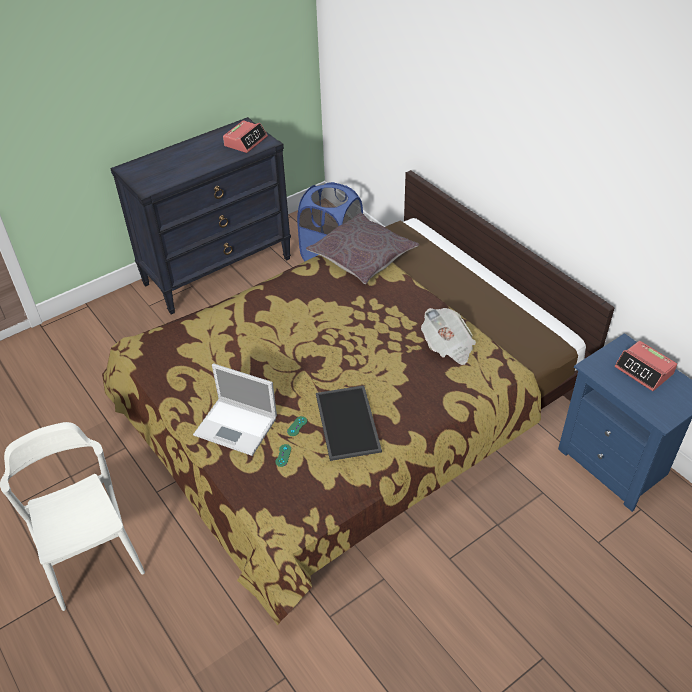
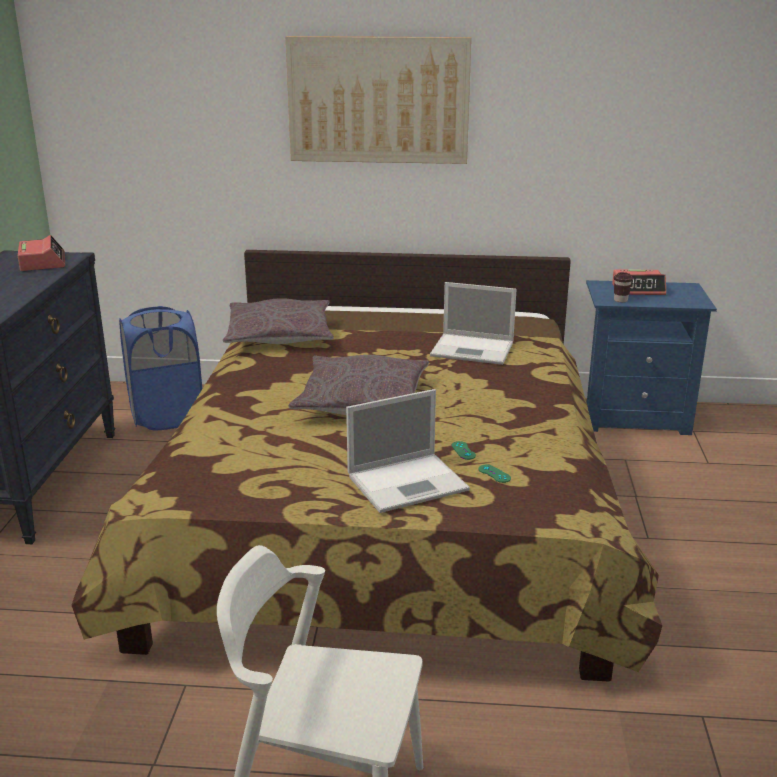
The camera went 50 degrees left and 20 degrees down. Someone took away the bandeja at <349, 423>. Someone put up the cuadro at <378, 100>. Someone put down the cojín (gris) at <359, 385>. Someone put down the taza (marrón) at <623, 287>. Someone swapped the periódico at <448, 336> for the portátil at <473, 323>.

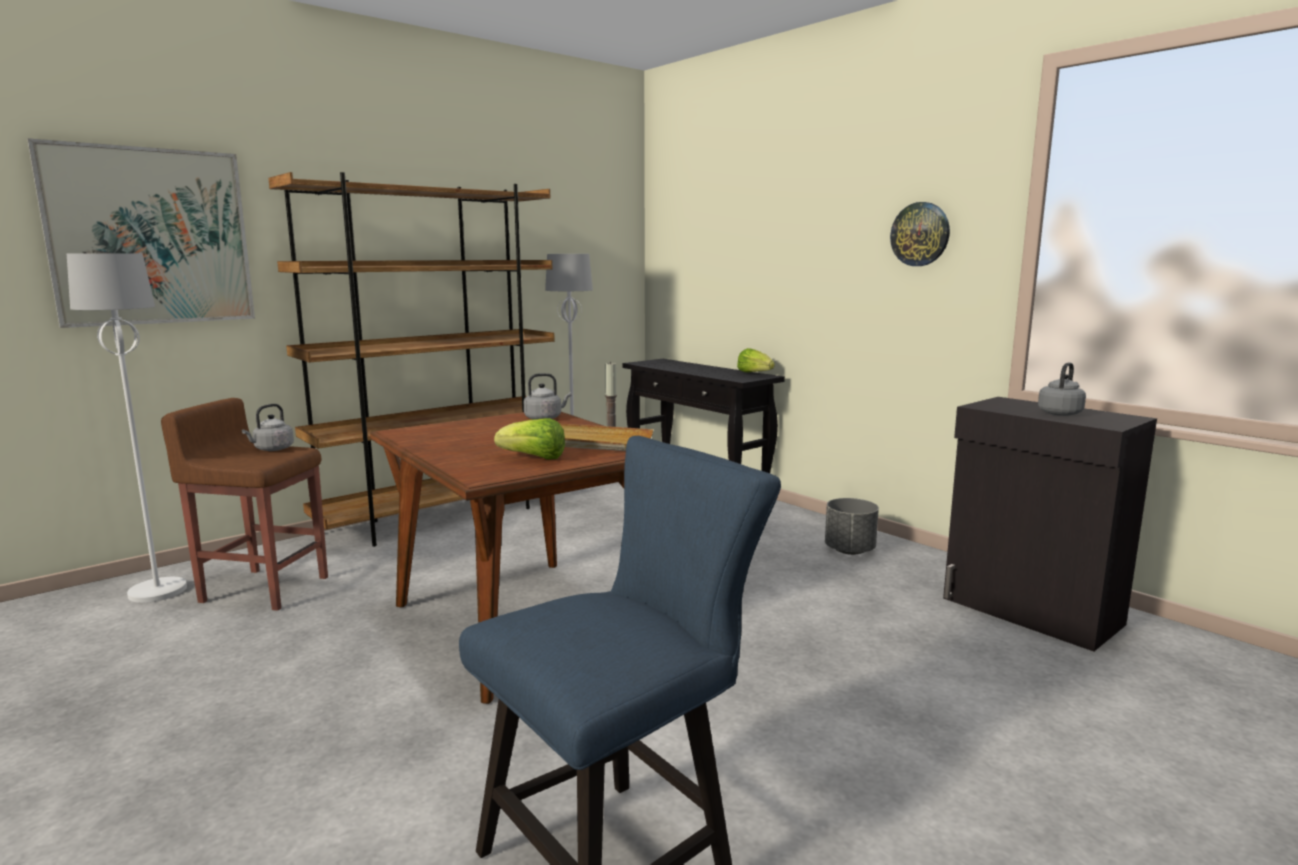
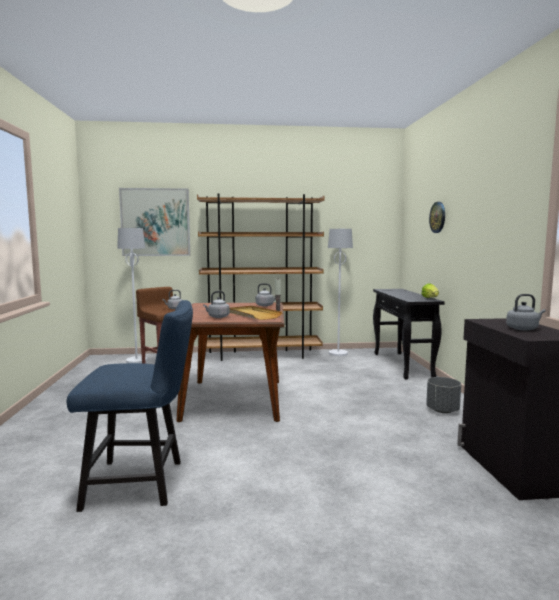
The camera went 35 degrees right and 5 degrees down. Someone carried the reloj de pared from <920, 234> to <437, 217>. Someone swapped the lechuga at <529, 439> for the hervidor (gris) at <216, 304>.

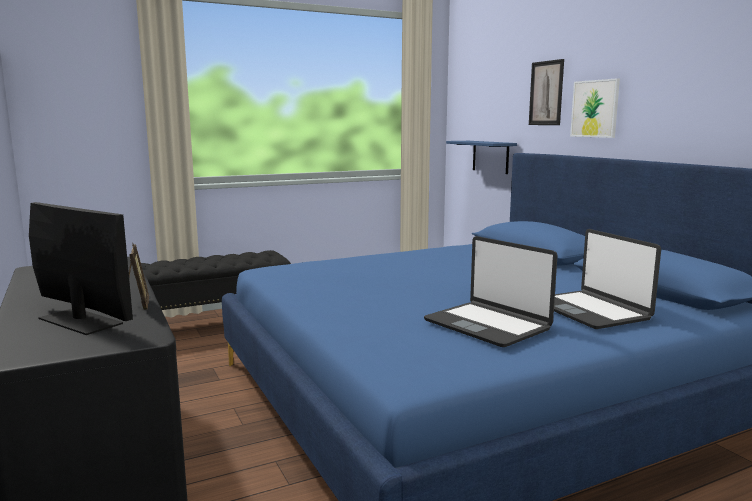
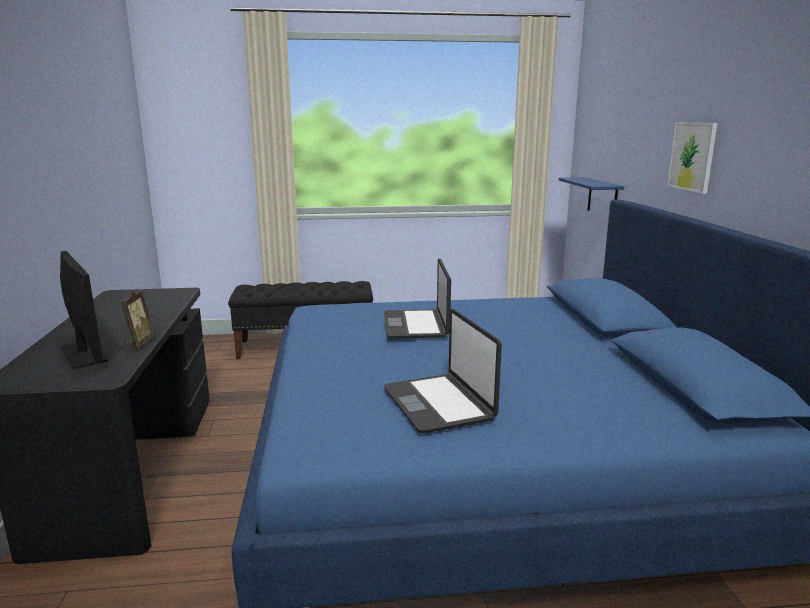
The camera went 20 degrees right and 5 degrees up. Someone took away the cuadro at <546, 92>. Someone carried the portátil from <607, 279> to <417, 298>.

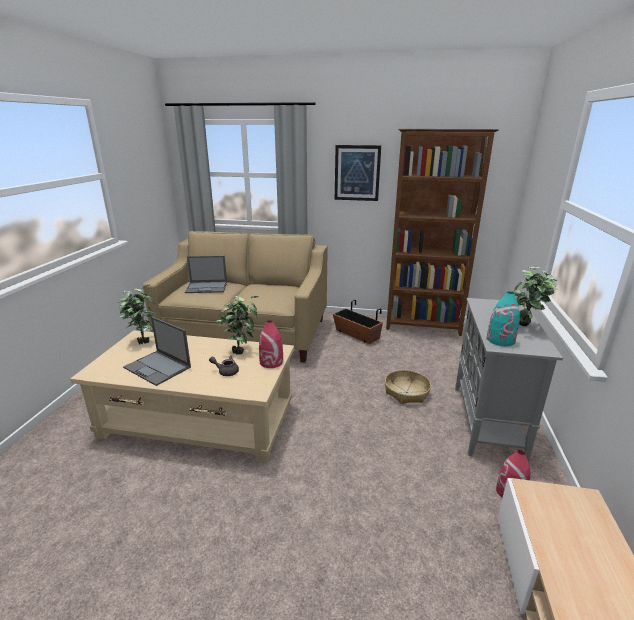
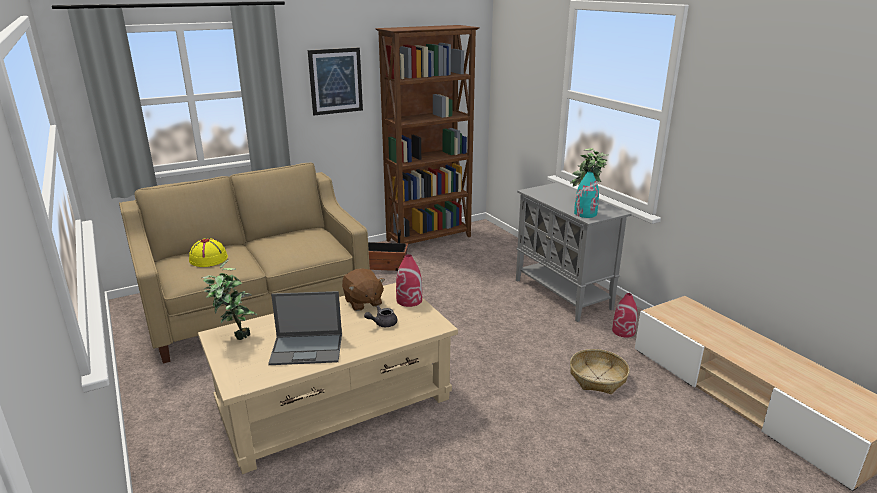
The camera went 40 degrees left and 0 degrees up. Someone carried the cesta from <408, 387> to <600, 371>. Someone swapped the portátil at <206, 274> for the sombrero (amarillo) at <208, 252>. Someone swapped the planta en maceta at <237, 325> for the peluche (marrón) at <363, 289>.

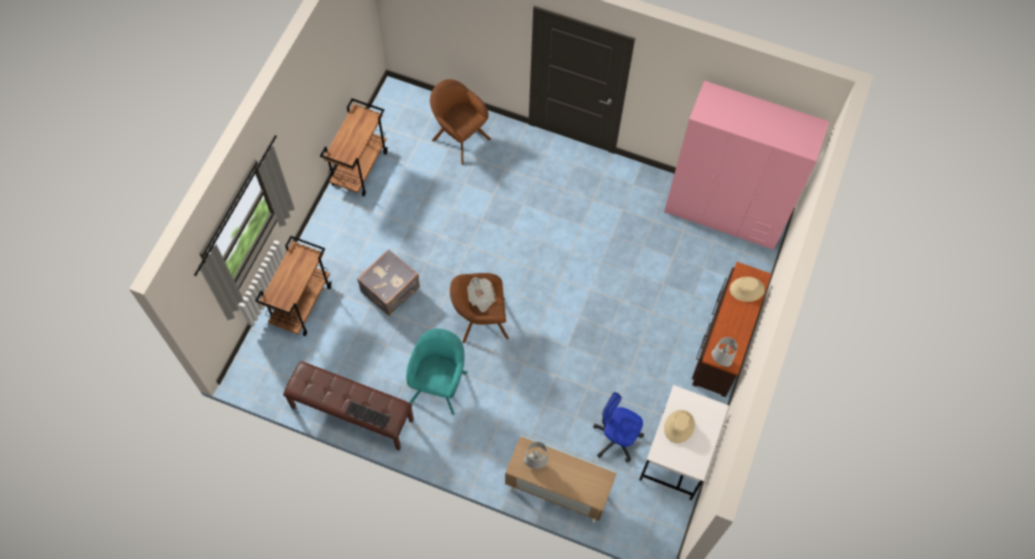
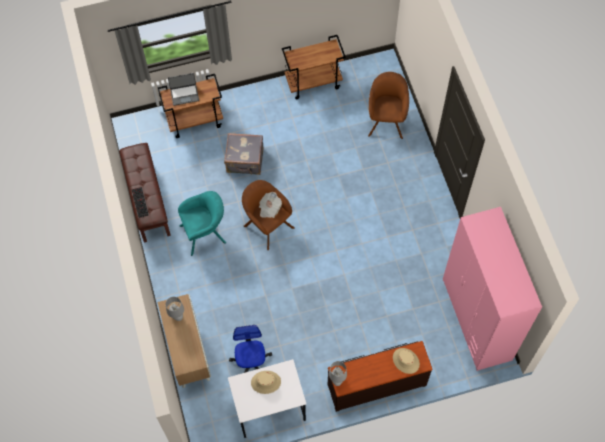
The camera went 55 degrees right and 0 degrees up. Someone put down the portátil at <183, 89>.

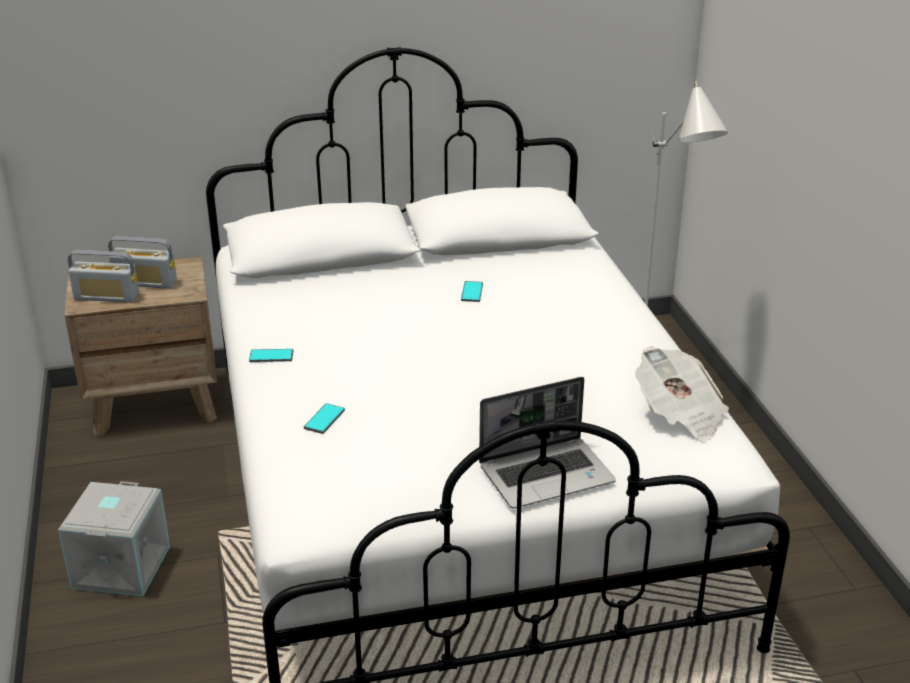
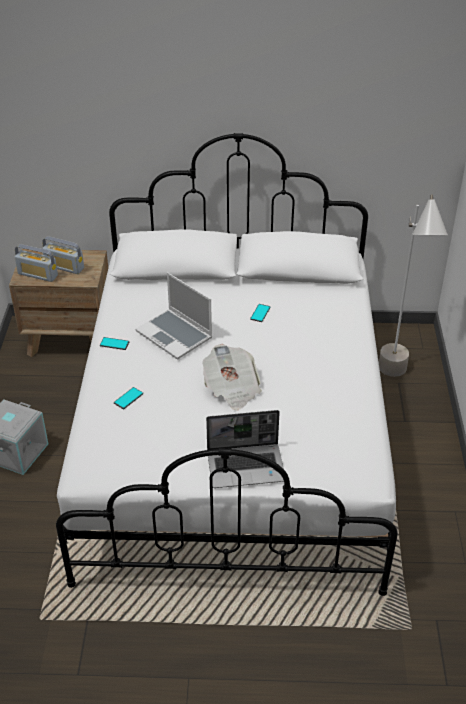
The camera went 15 degrees right and 10 degrees up. Someone put down the portátil at <174, 316>. Someone carried the periódico from <682, 393> to <232, 377>.

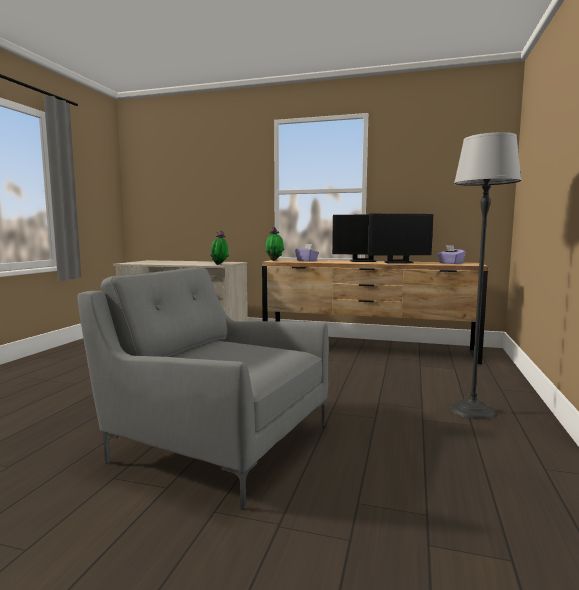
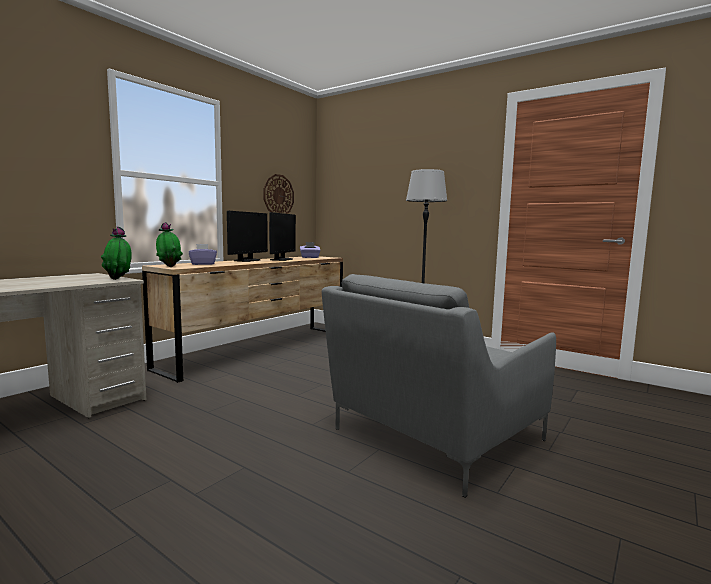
The camera went 70 degrees left and 0 degrees up. Someone put up the reloj de pared at <279, 194>.

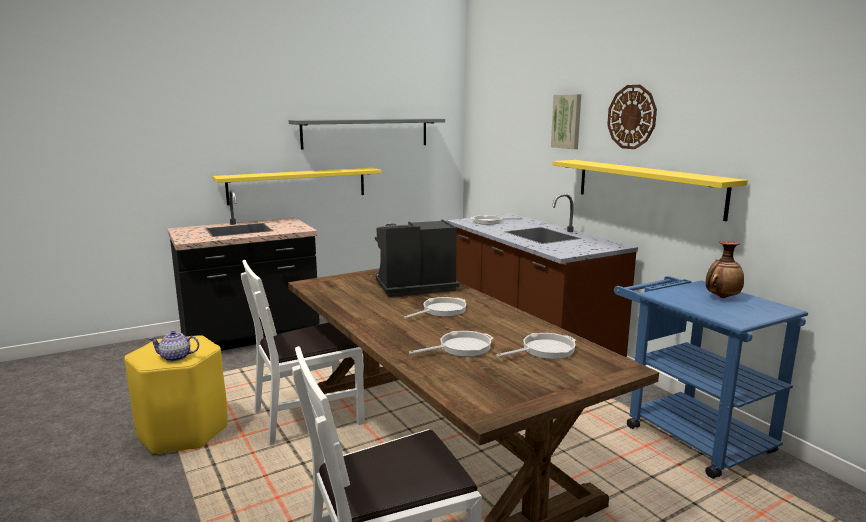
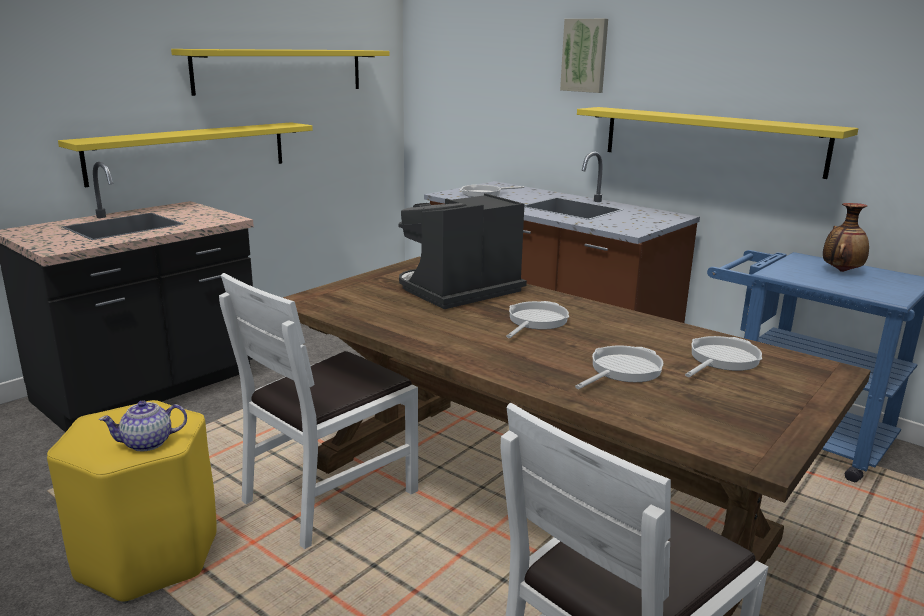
The camera went 20 degrees left and 5 degrees up. Someone took away the reloj de pared at <632, 117>. Someone repainted the estante (gris) at <367, 133>, which became the estante (amarillo) at <280, 72>.

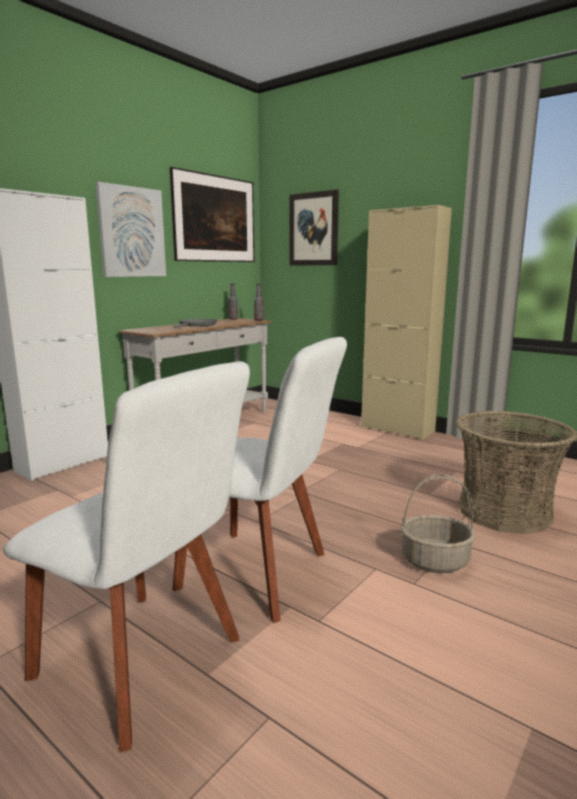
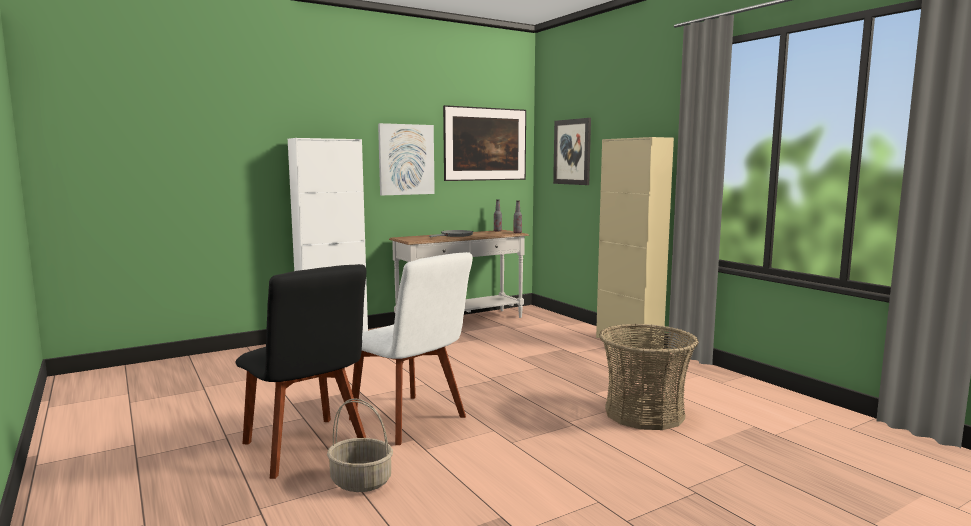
The camera went 20 degrees right and 5 degrees down. Someone carried the cesta from <438, 524> to <360, 445>. Someone repainted the silla (blanco) at <126, 556>, which became the silla (negro) at <300, 371>.

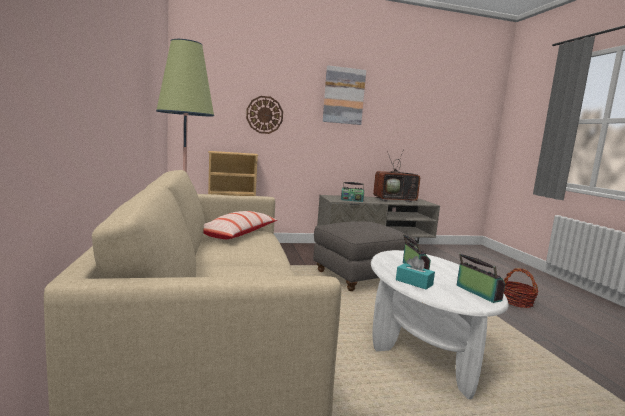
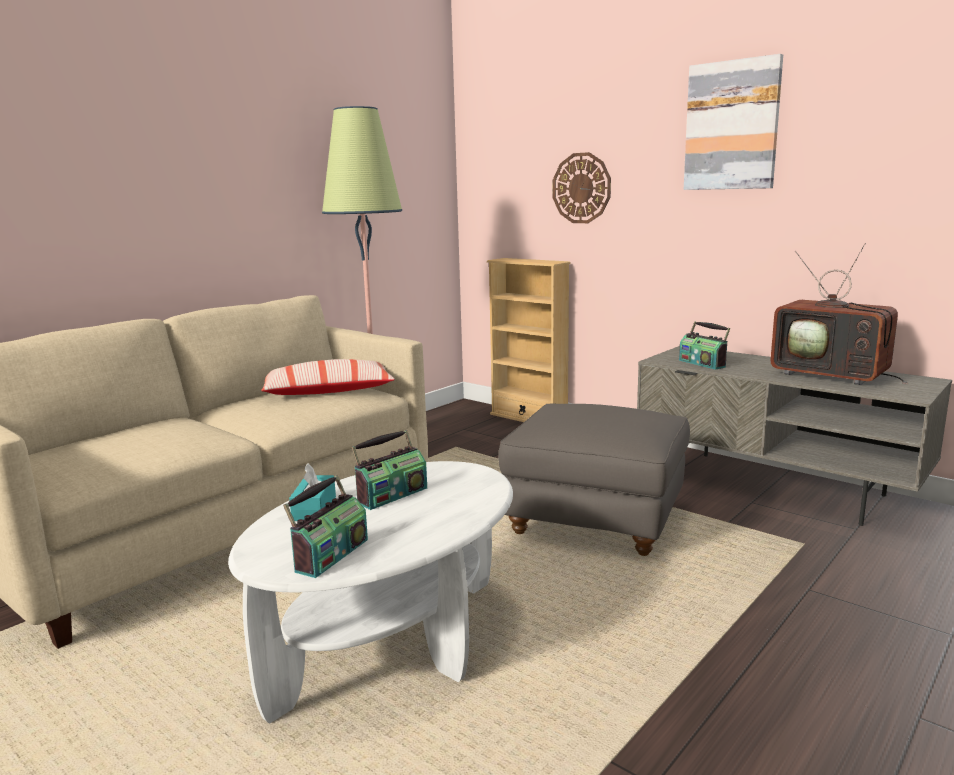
The camera went 55 degrees right and 5 degrees up. Someone took away the cesta at <521, 288>.

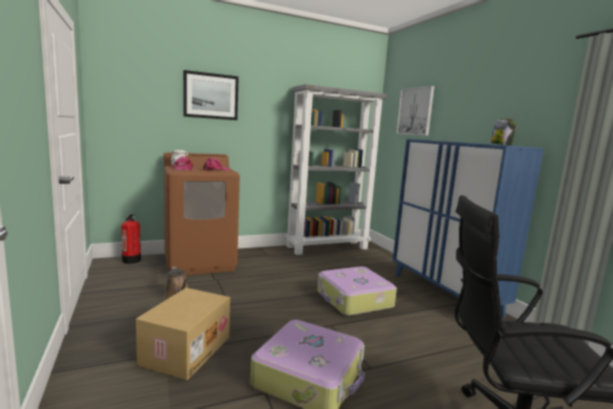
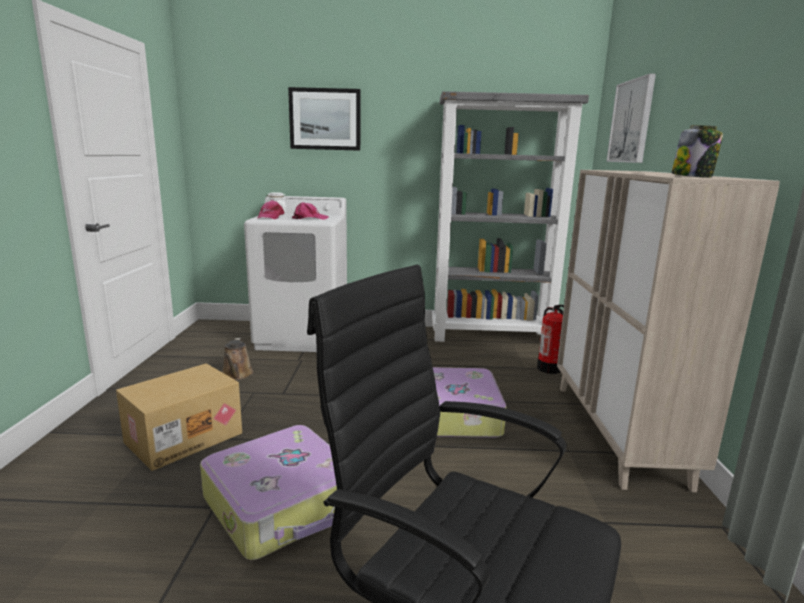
The camera went 25 degrees right and 5 degrees up. Someone carried the extintor from <131, 239> to <550, 339>. Someone repainted the lavadora (marrón) at <201, 213>, which became the lavadora (blanco) at <295, 274>. Someone repainted the armario (azul) at <468, 228>, which became the armario (beis) at <668, 331>.

